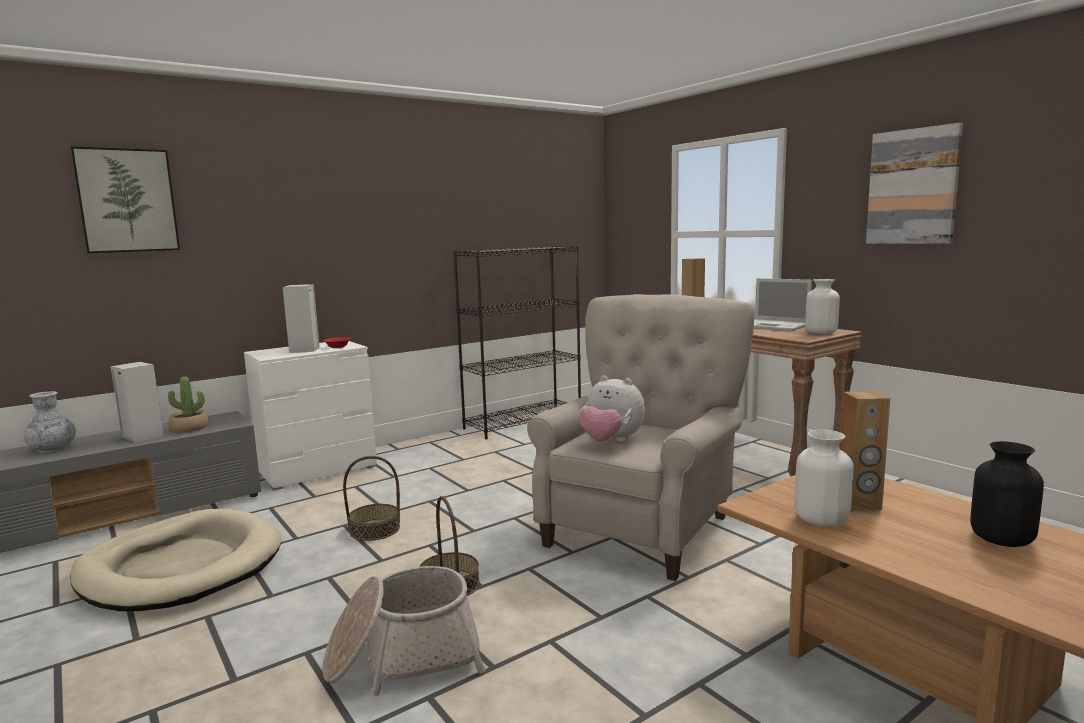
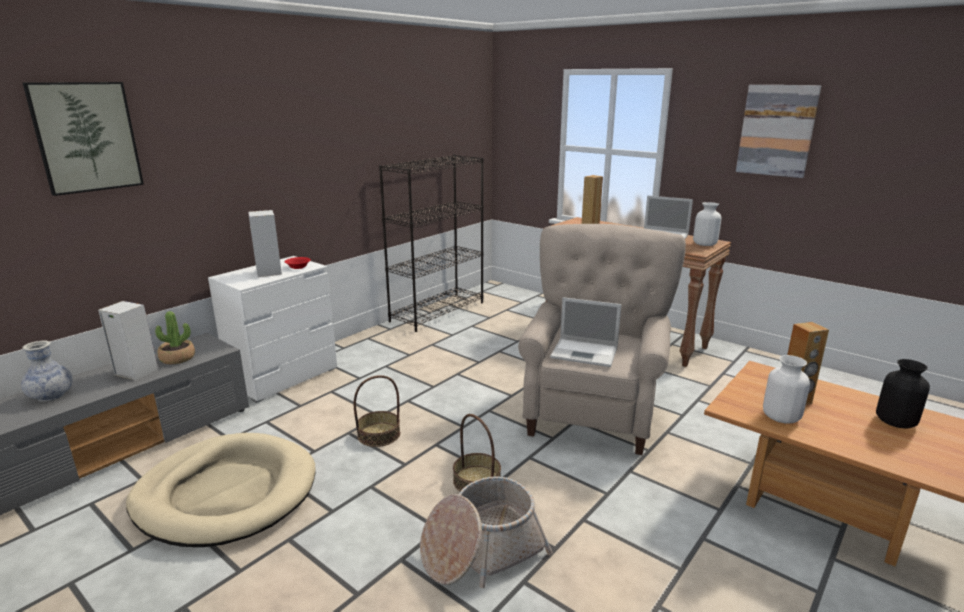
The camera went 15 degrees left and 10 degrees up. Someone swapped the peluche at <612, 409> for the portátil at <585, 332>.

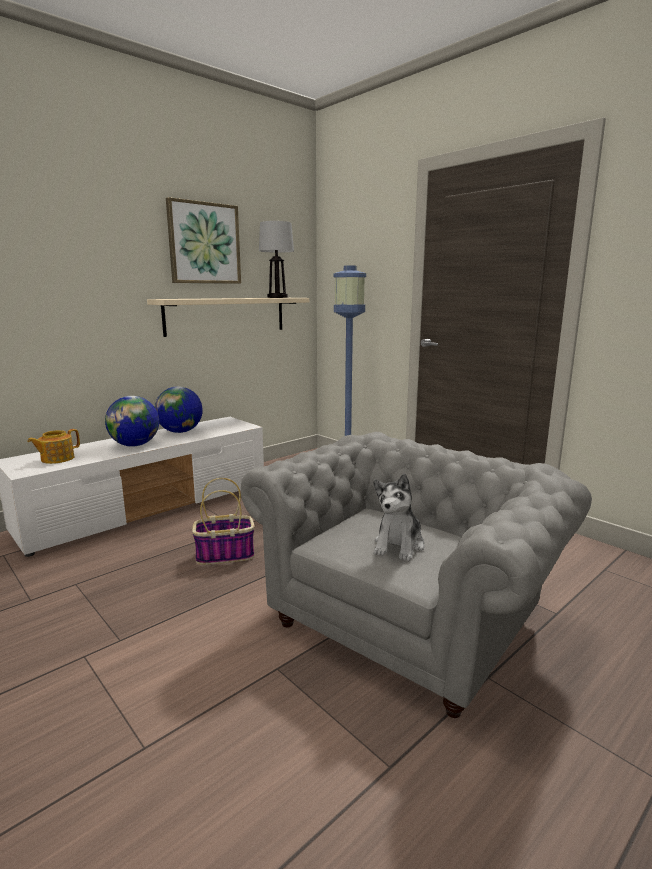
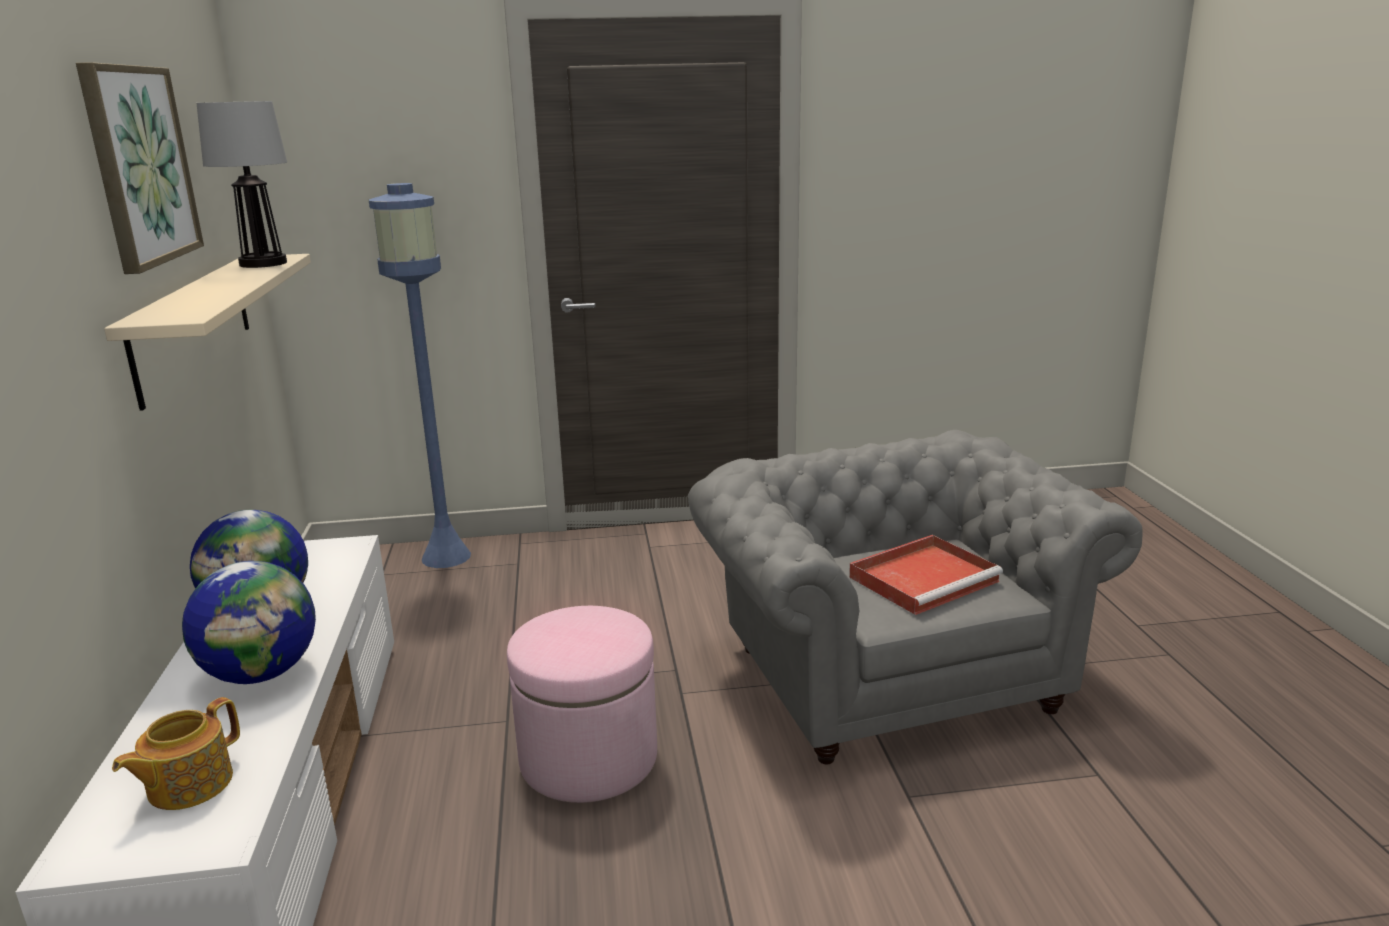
The camera went 55 degrees left and 5 degrees up. Someone swapped the cesta at <223, 521> for the puf (rosa) at <582, 704>. Someone swapped the peluche at <399, 517> for the bandeja (rojo) at <926, 575>. Someone rotated the tetera at <53, 446> by 45 degrees clockwise.

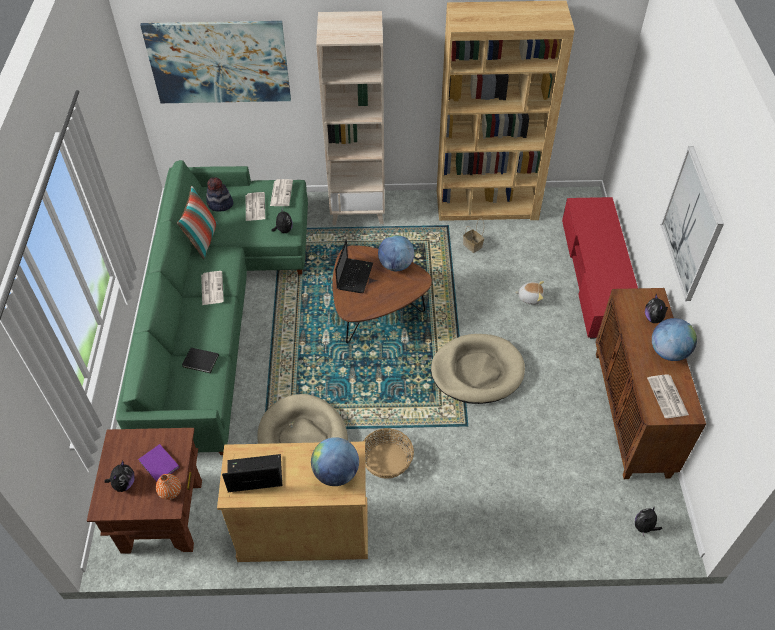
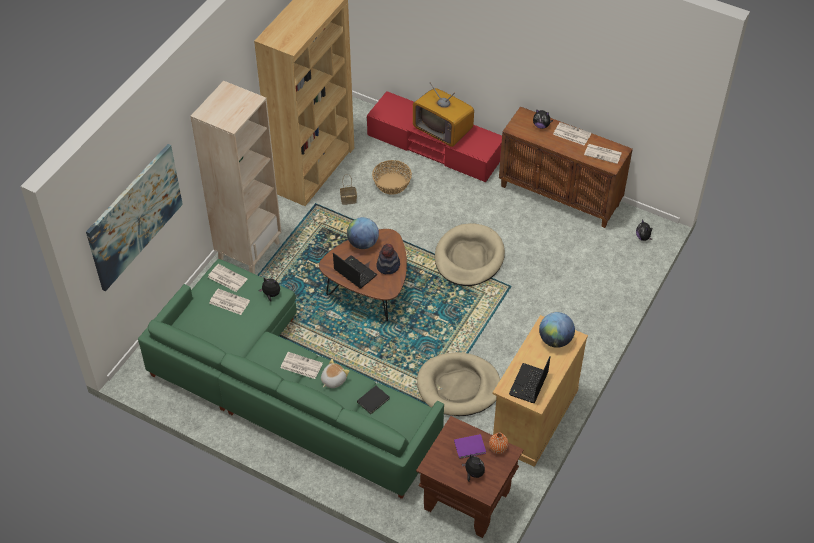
The camera went 60 degrees left and 0 degrees up. Someone took away the cojín at <197, 222>. Someone took away the cuadro at <692, 223>. Someone put down the televisor at <443, 115>. Someone carried the sombrero from <219, 194> to <388, 259>. Someone carried the cesta from <388, 453> to <392, 177>. Someone carried the peluche from <529, 293> to <335, 373>. Someone swapped the globo terráqueo at <674, 339> for the periódico at <572, 134>.

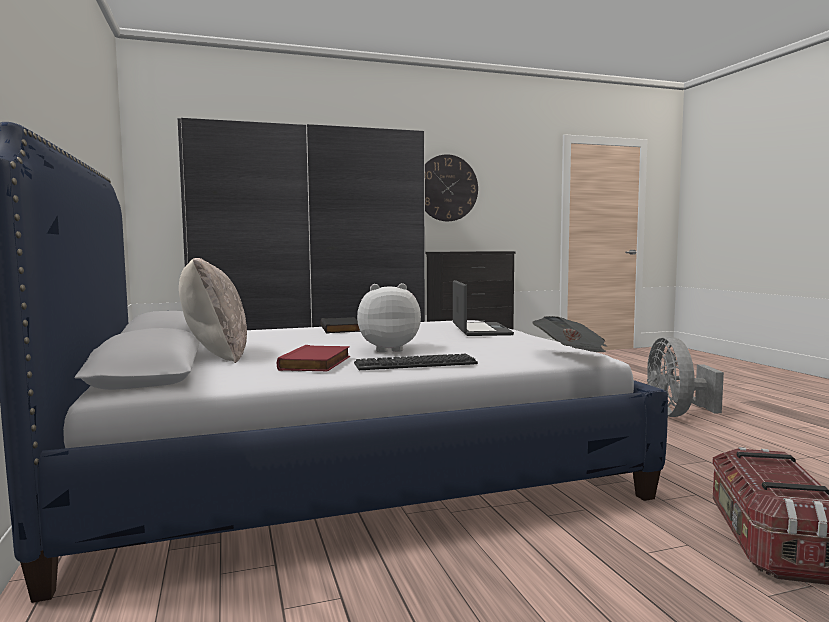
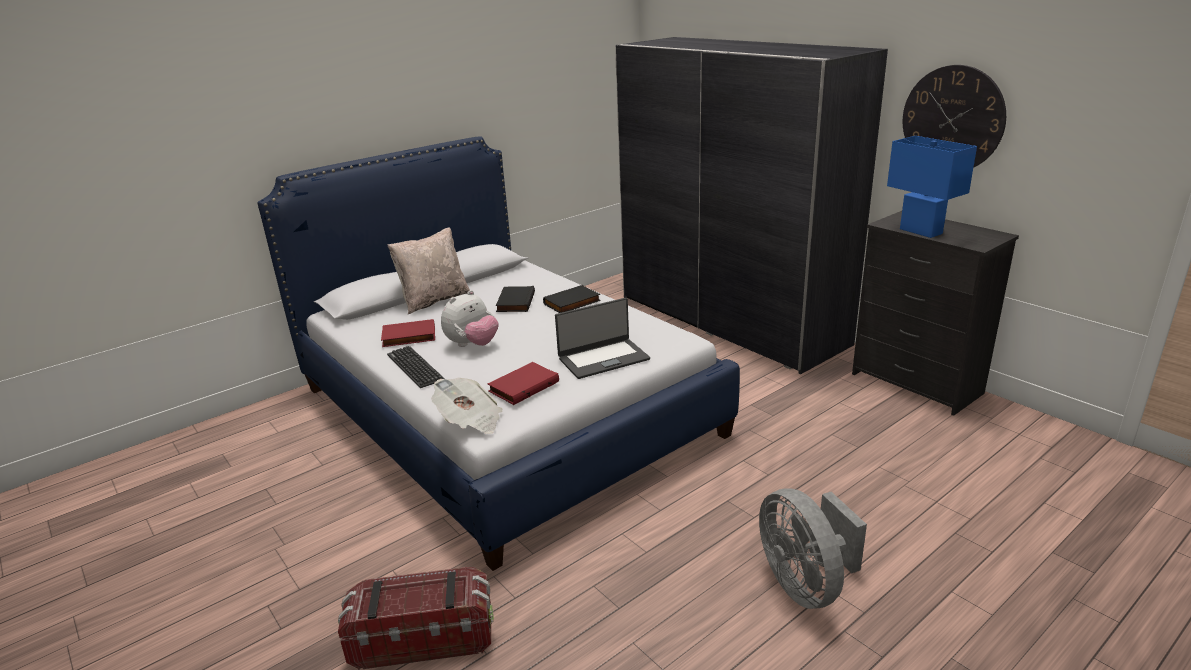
The camera went 70 degrees right and 20 degrees up. Someone put down the libro (rojo) at <523, 383>. Someone put down the libro (negro) at <515, 299>. Someone put down the lámpara de mesa (azul) at <932, 187>. Someone rotated the peluche at <389, 317> by 75 degrees clockwise. Someone rotated the ventilador (gris) at <685, 376> by 90 degrees counterclockwise.

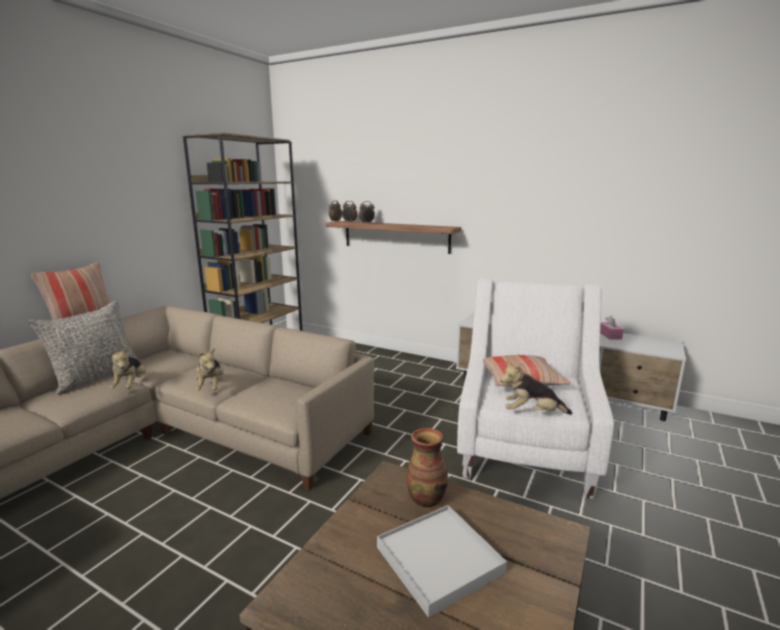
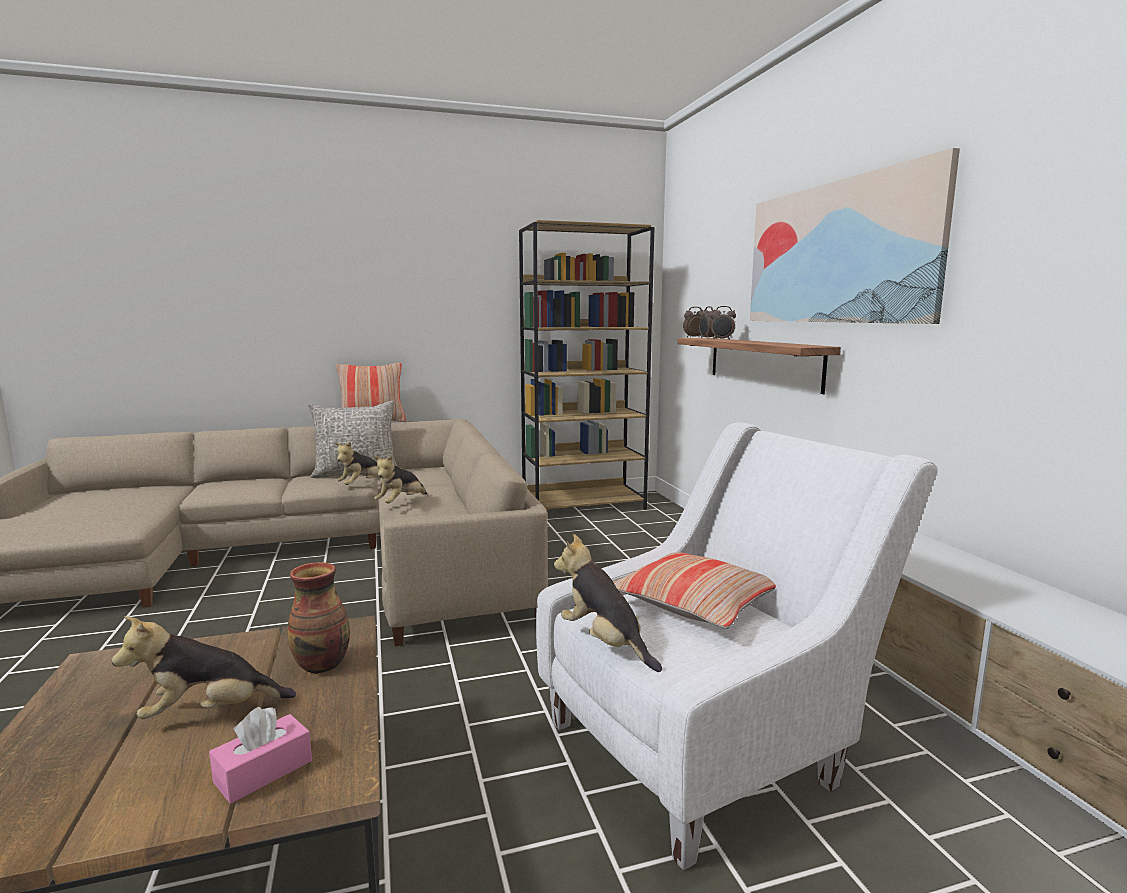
The camera went 45 degrees right and 5 degrees down. Someone put up the cuadro at <855, 236>. Someone carried the caja de pañuelos (rosa) from <612, 328> to <260, 755>. Someone swapped the bandeja (blanco) at <442, 561> for the peluche at <204, 667>.

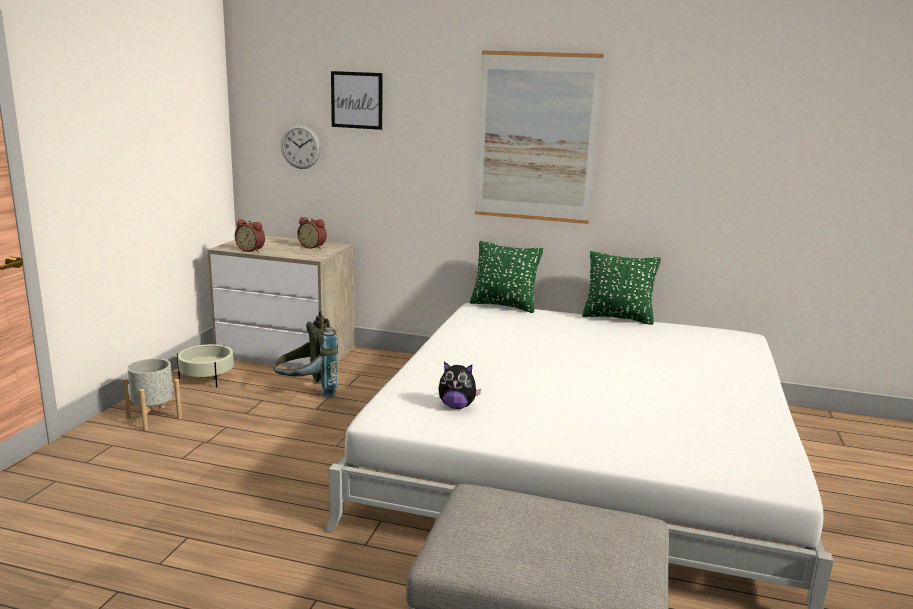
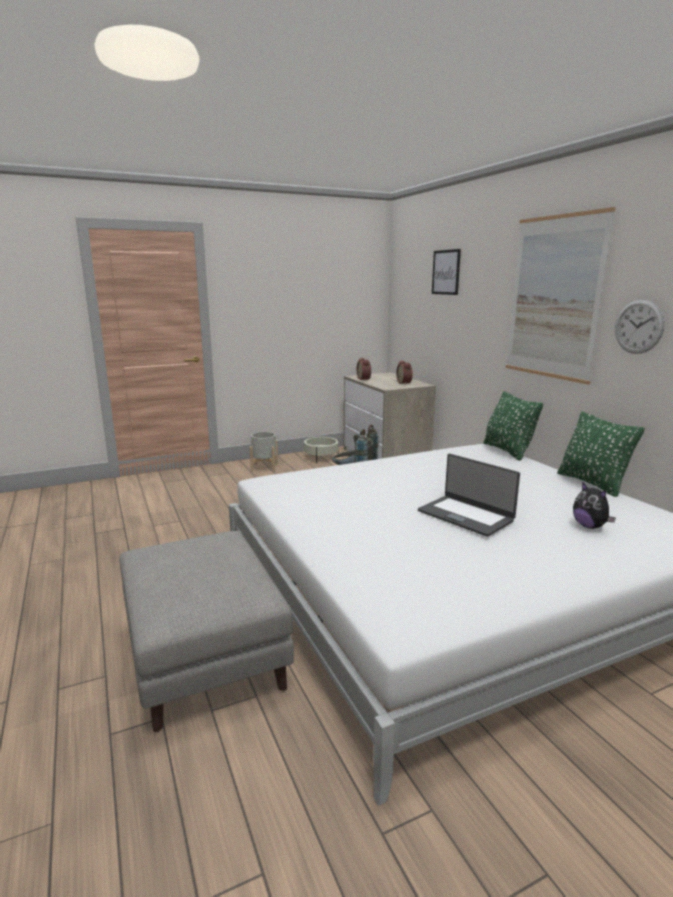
The camera went 50 degrees right and 0 degrees up. Someone put down the portátil at <469, 495>. Someone carried the reloj de pared from <301, 146> to <640, 326>. Someone carried the peluche from <460, 385> to <594, 505>.

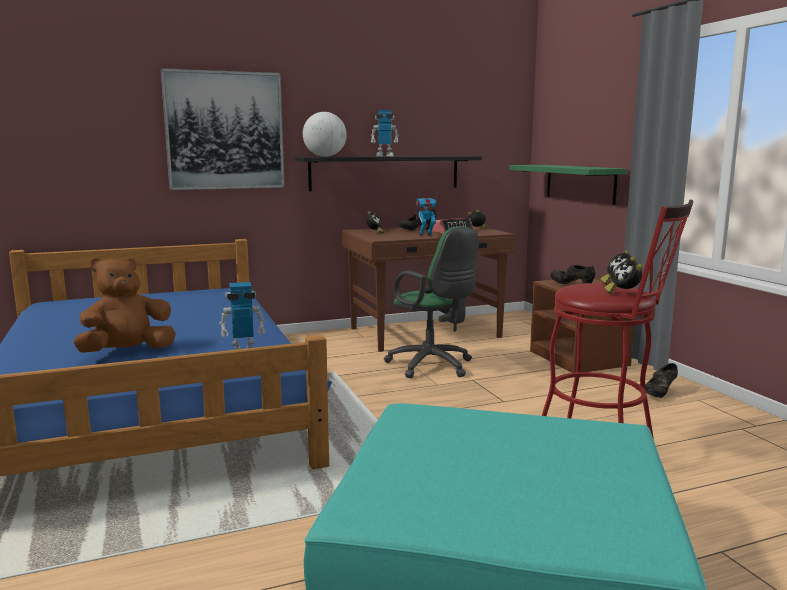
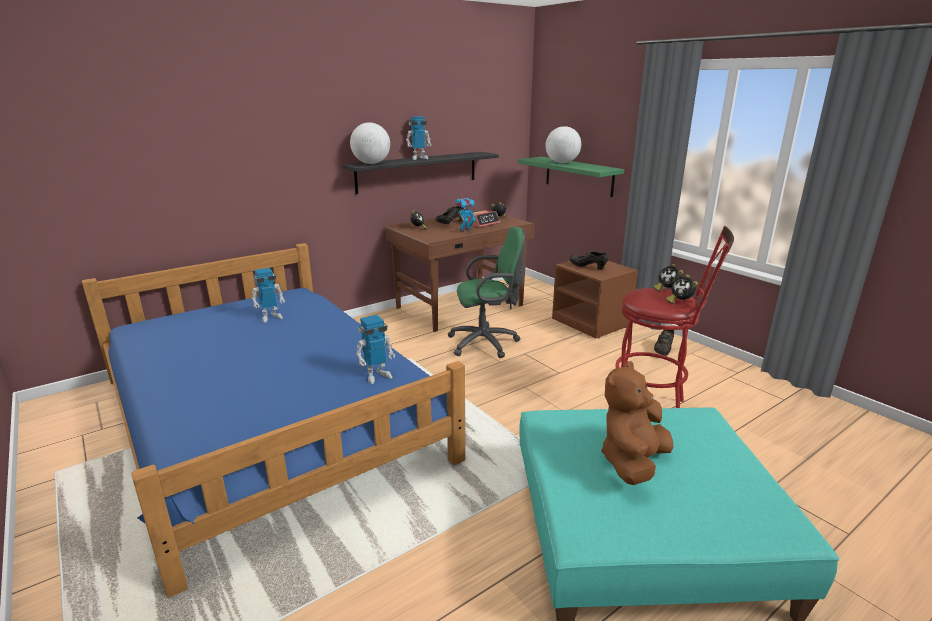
The camera went 15 degrees left and 10 degrees up. Someone took away the cuadro at <223, 129>. Someone put down the robot de juguete at <268, 295>. Someone put down the globo terráqueo at <563, 144>. Someone carried the peluche (marrón) from <124, 305> to <637, 423>. Someone rotated the silla de oficina (verde) at <431, 302> by 45 degrees counterclockwise.

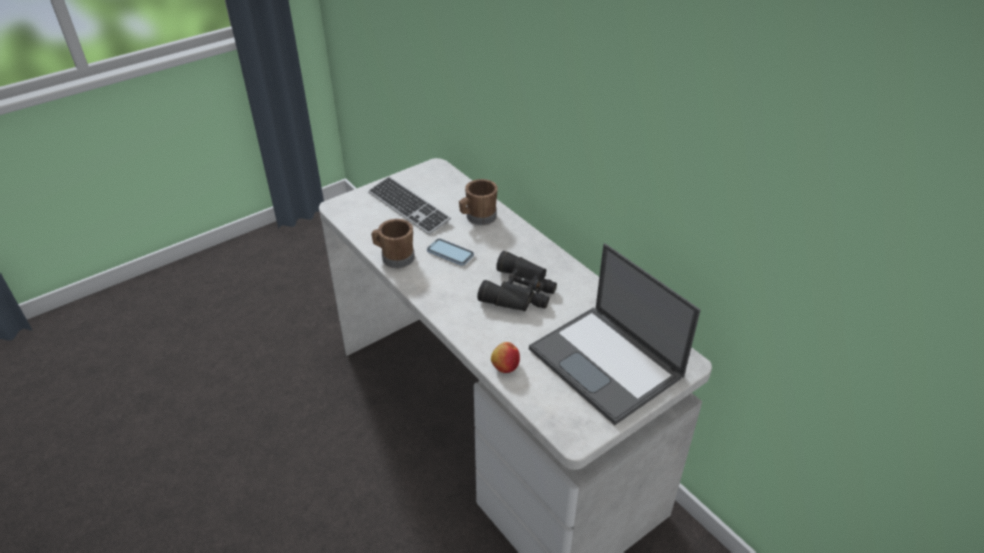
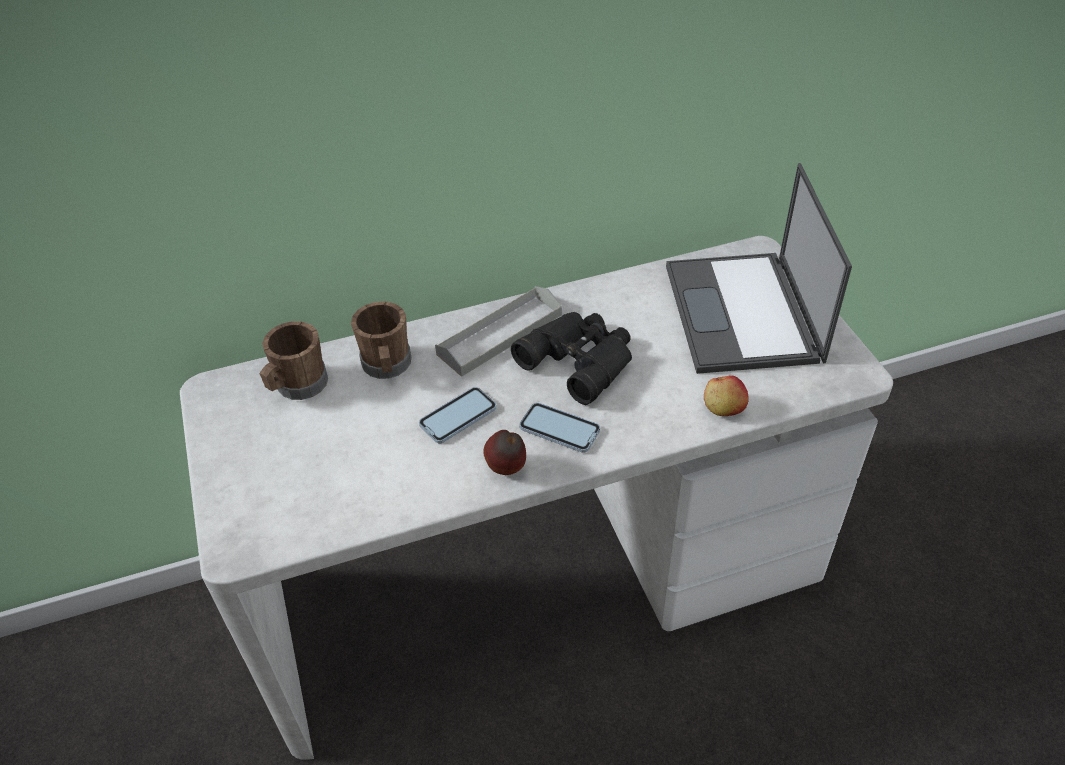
The camera went 70 degrees left and 5 degrees up. Someone took away the teclado at <409, 205>. Someone put down the bandeja (gris) at <498, 331>. Someone put down the manzana at <504, 452>. Someone put down the móvil at <559, 428>. Someone carried the taza grande (marrón) from <393, 243> to <293, 360>. Someone rotated the portátil at <614, 334> by 105 degrees clockwise.

